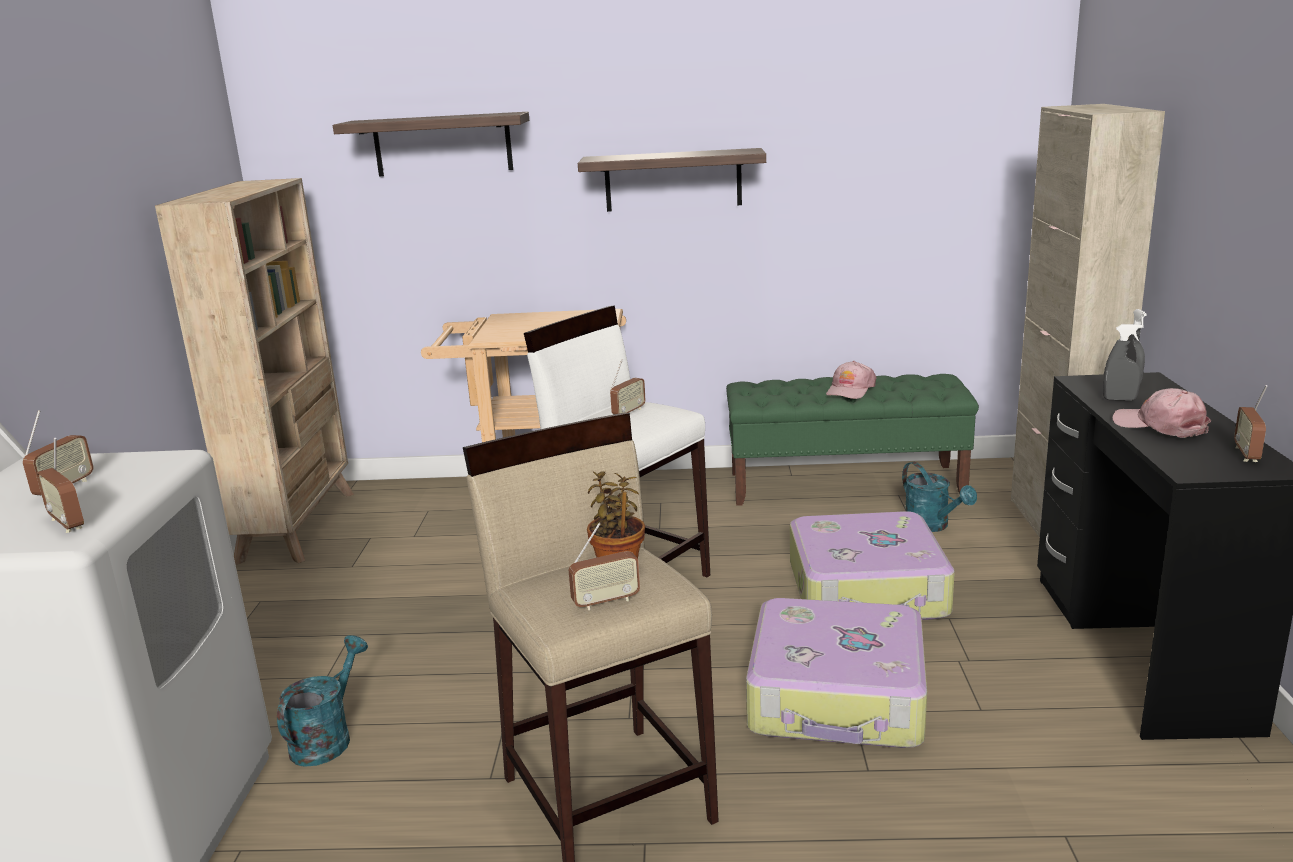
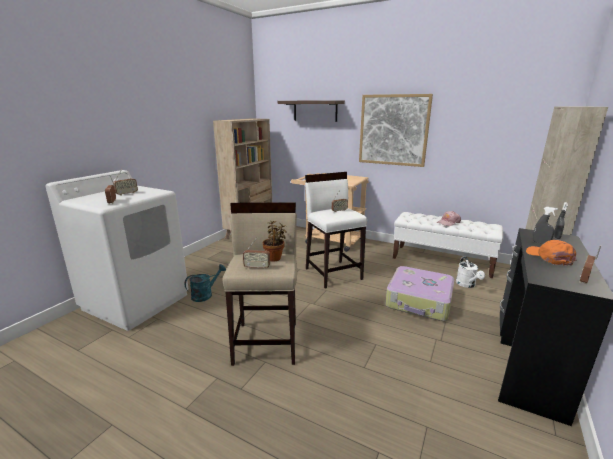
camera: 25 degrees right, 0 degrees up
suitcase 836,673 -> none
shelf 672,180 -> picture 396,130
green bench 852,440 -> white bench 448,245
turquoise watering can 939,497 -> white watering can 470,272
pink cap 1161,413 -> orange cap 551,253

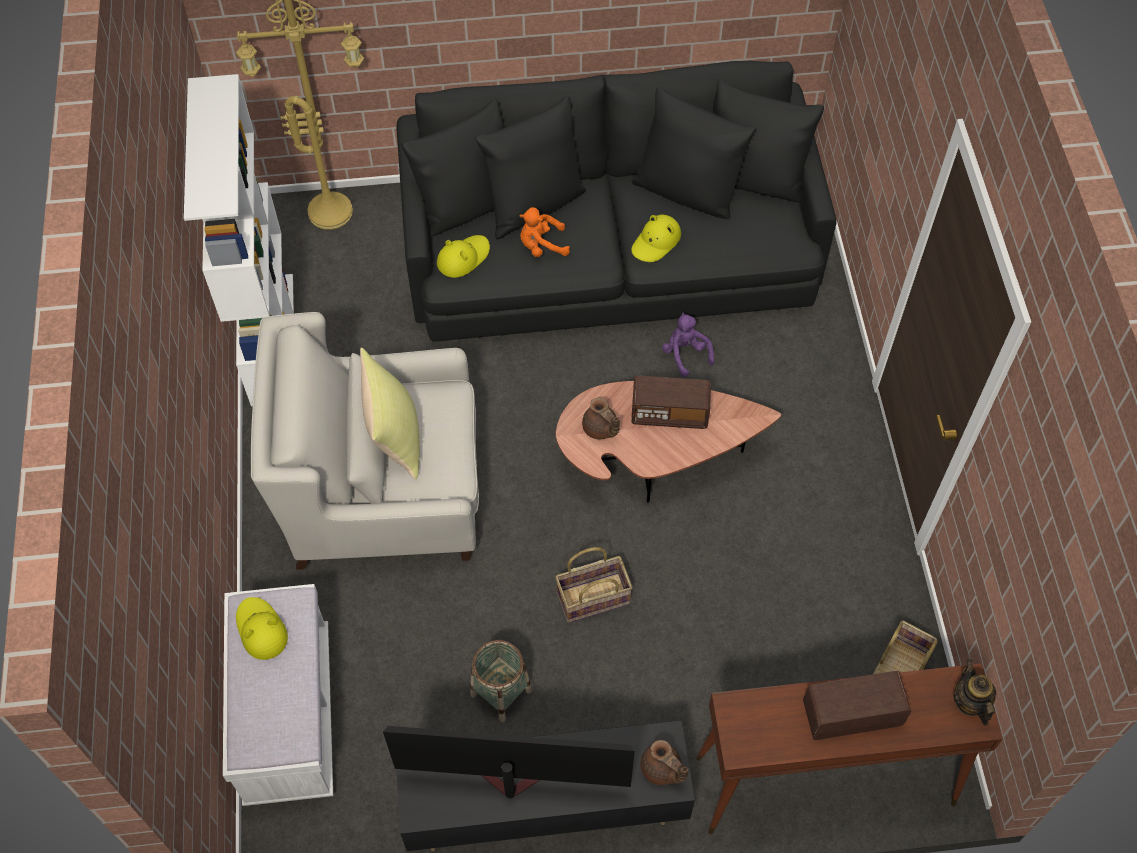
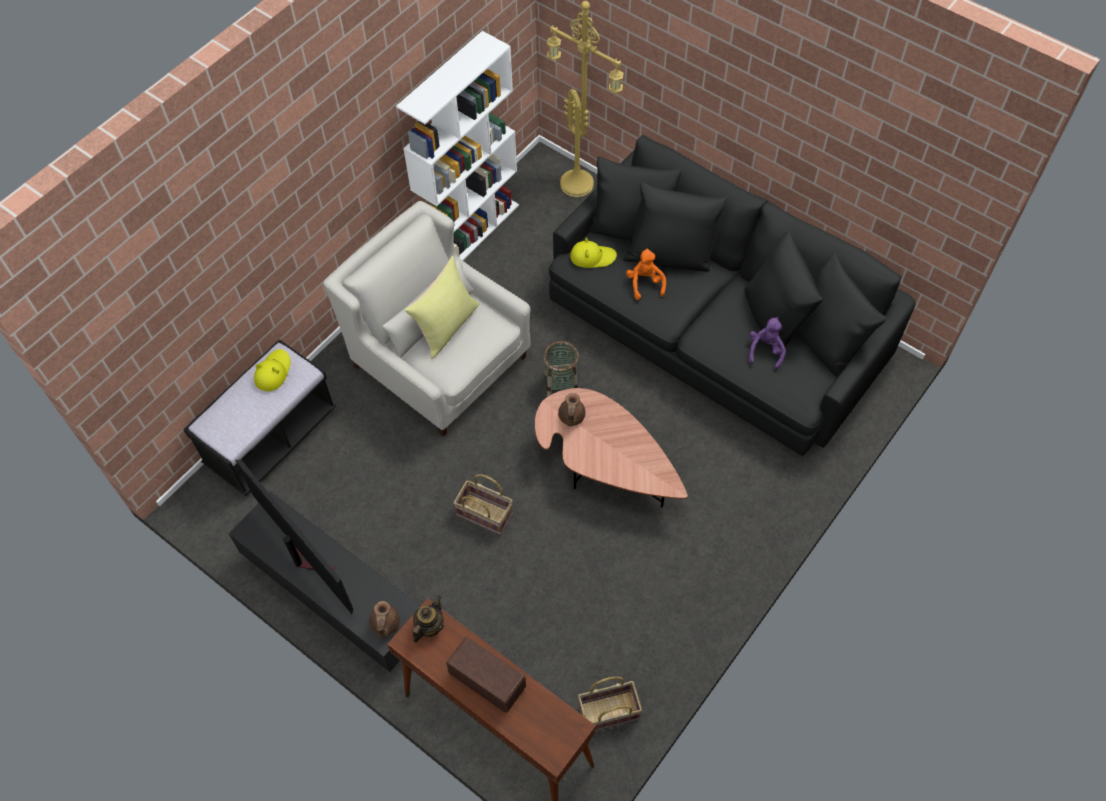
camera: 45 degrees right, 0 degrees up
yellow hat 656,238 -> none
radio 671,402 -> none
basket 501,681 -> basket 561,369, moved
purple plush toy 688,345 -> purple plush toy 767,343, moved
teapot 975,692 -> teapot 428,619, moved
white bench 278,695 -> black bench 259,417
orange plush toy 545,232 -> orange plush toy 646,274, 45 degrees clockwise

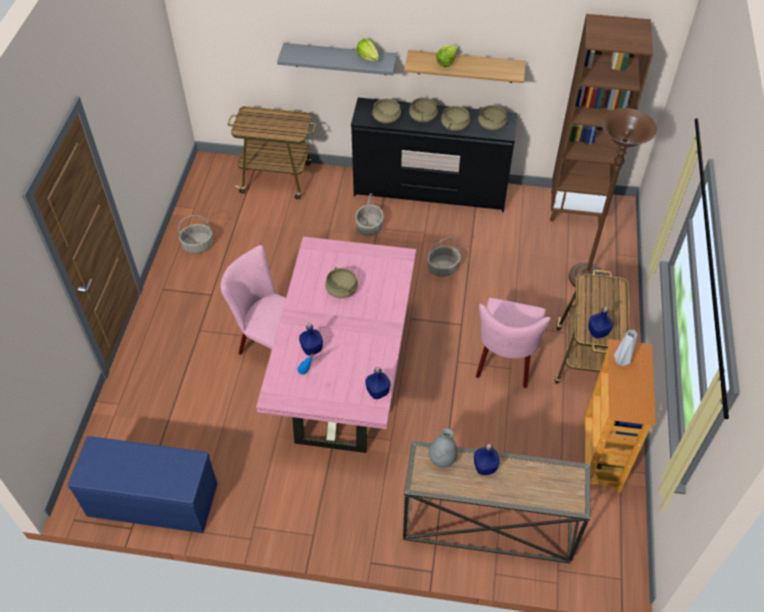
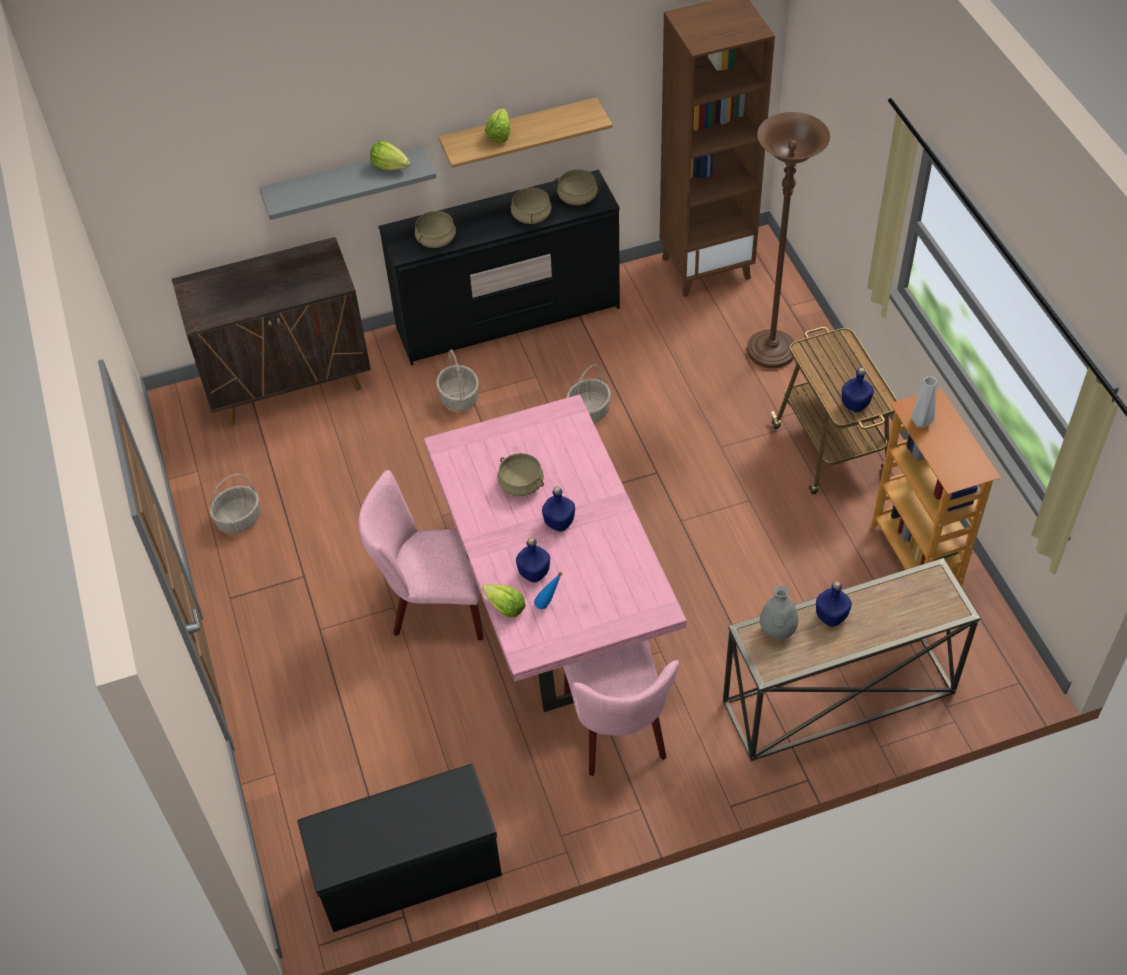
camera: 25 degrees left, 0 degrees up
beige cooking pot 423,110 -> none
none -> lettuce 504,600
blue bottle 377,383 -> blue bottle 558,509, moved
pink chair 513,343 -> pink chair 621,708, moved
cart 272,152 -> brown cabinet 271,331
blue bench 142,484 -> black bench 399,848

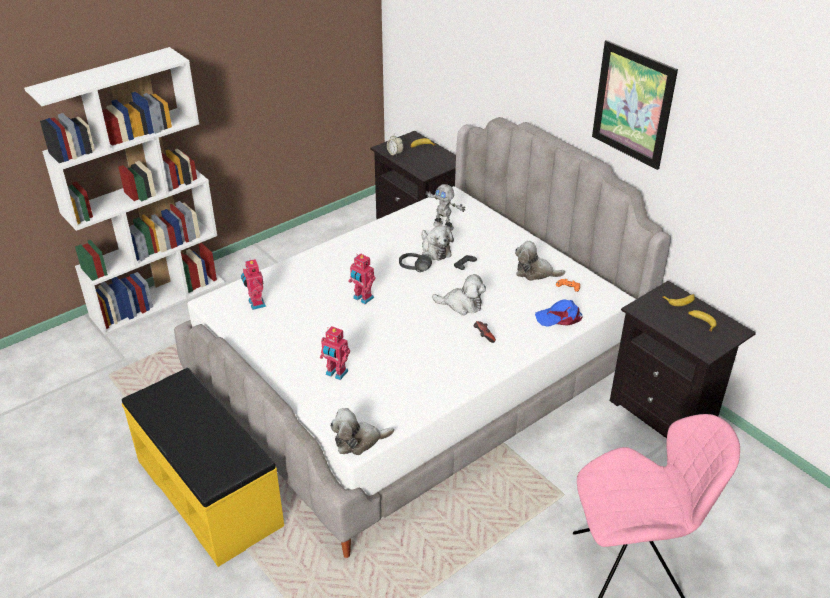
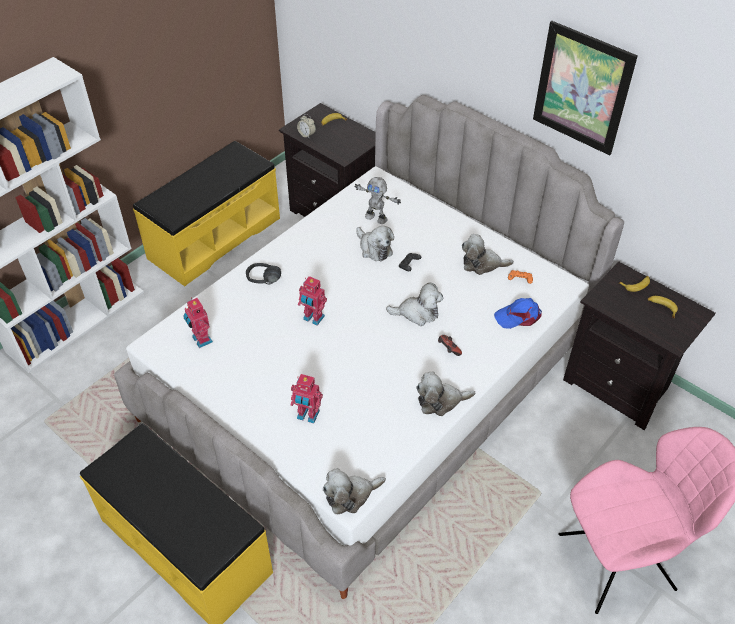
camera: 10 degrees left, 10 degrees up
none -> yellow bench 206,213
none -> plush toy 445,394
black headphones 415,262 -> black headphones 263,273, moved

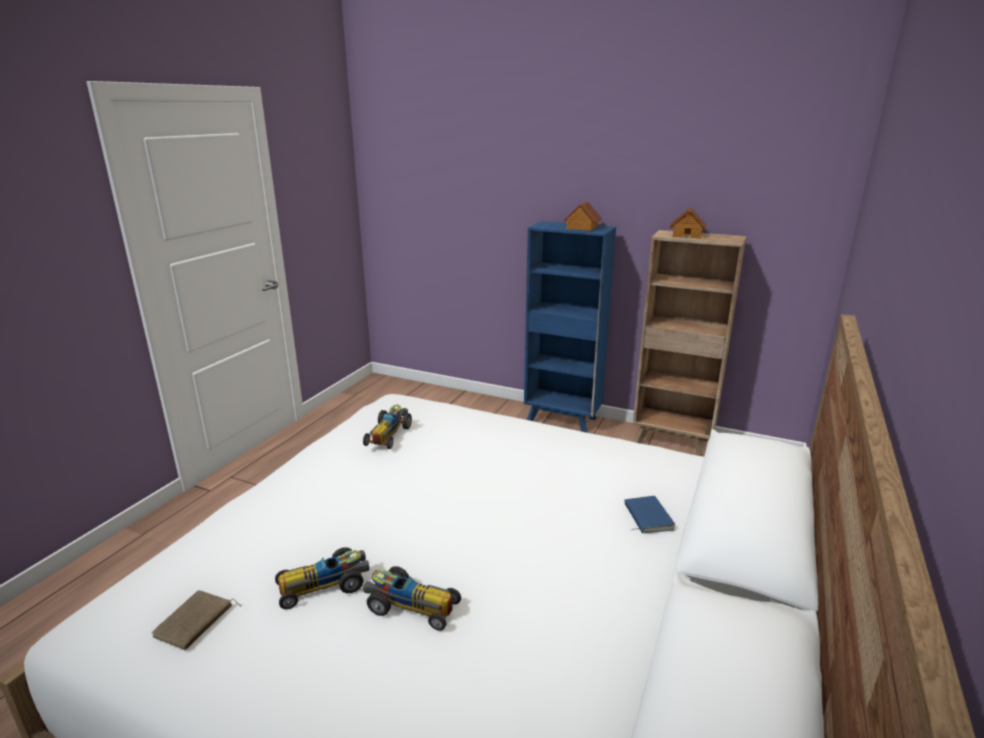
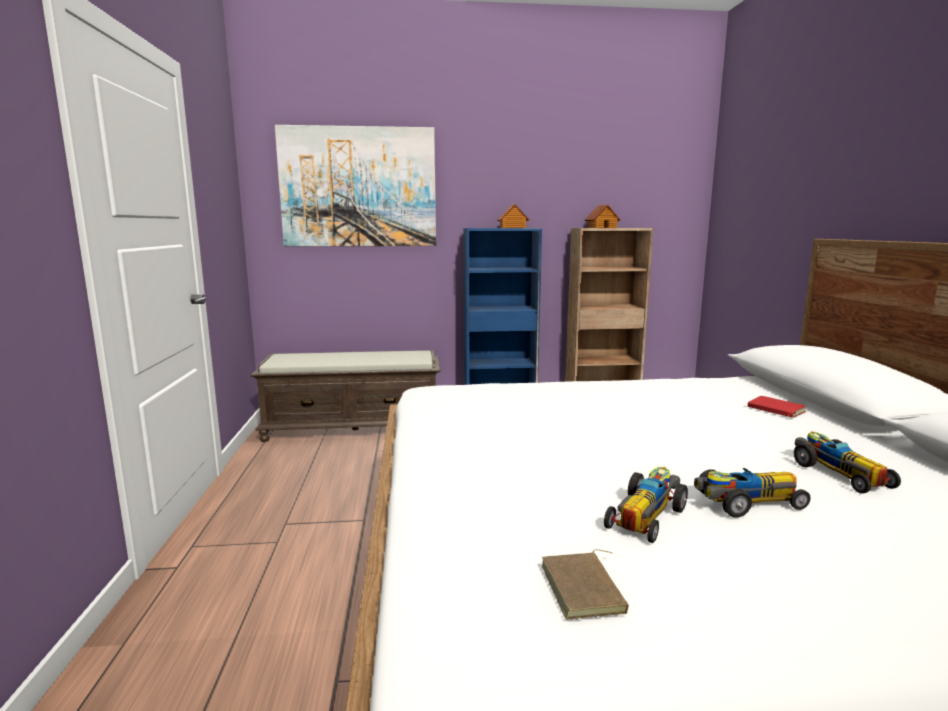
camera: 30 degrees left, 10 degrees down
none -> brown bench 345,396
none -> picture 355,185
toy car 387,426 -> toy car 847,462, moved
blue book 650,514 -> red book 777,407

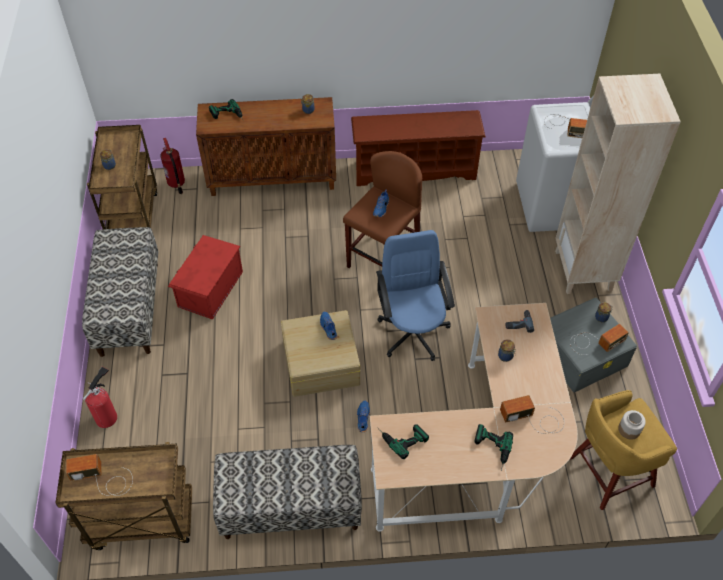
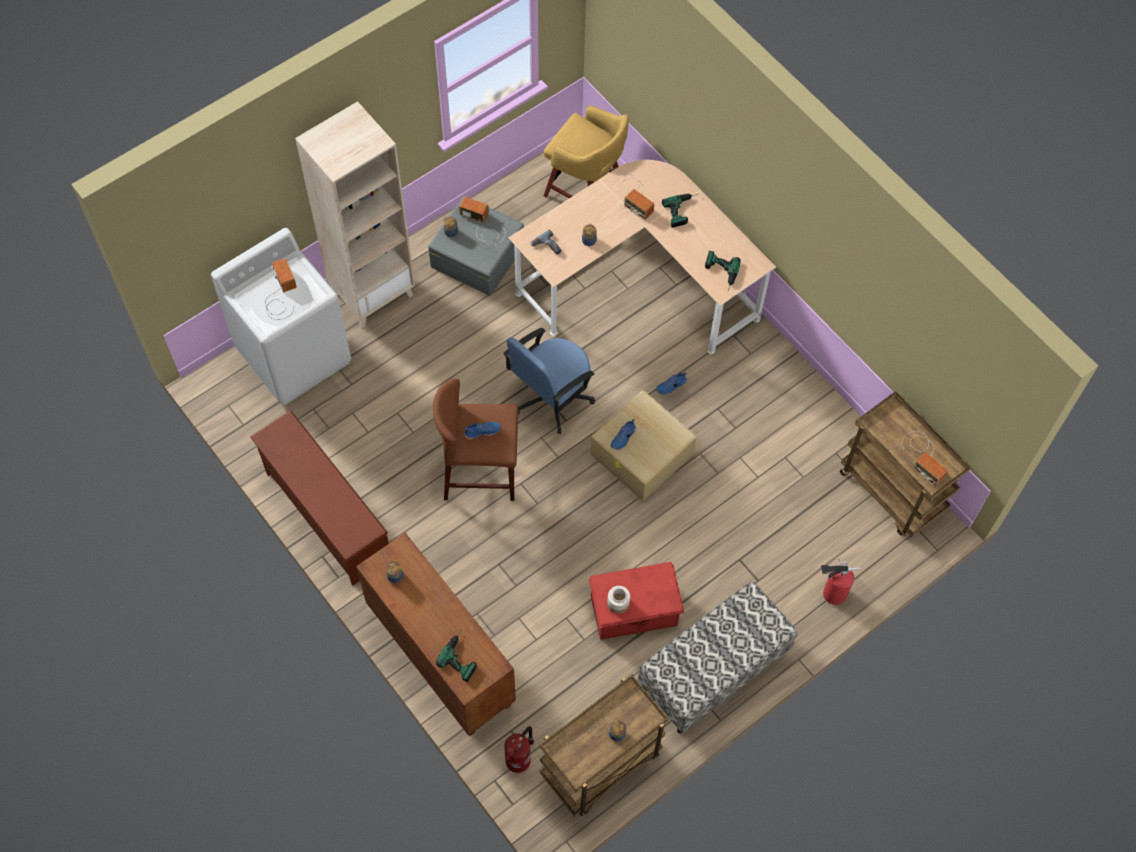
camera: 125 degrees left, 10 degrees up
bench 287,492 -> none
jar 632,425 -> jar 618,600, moved

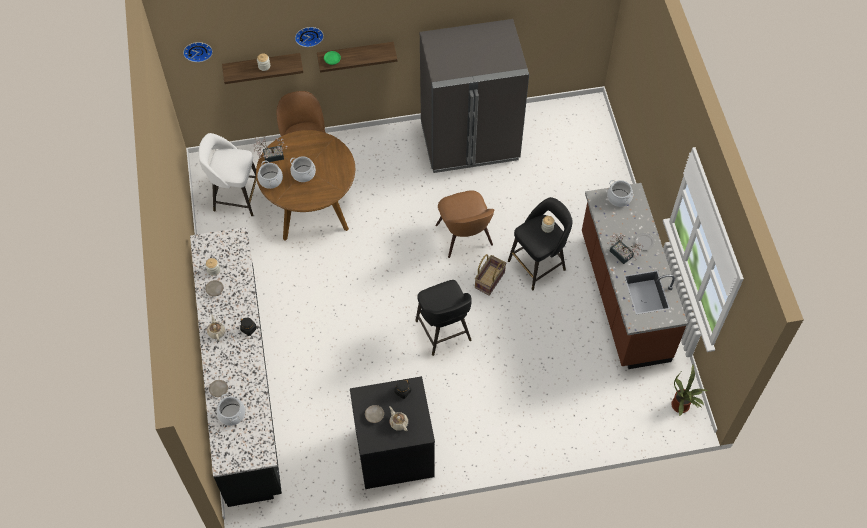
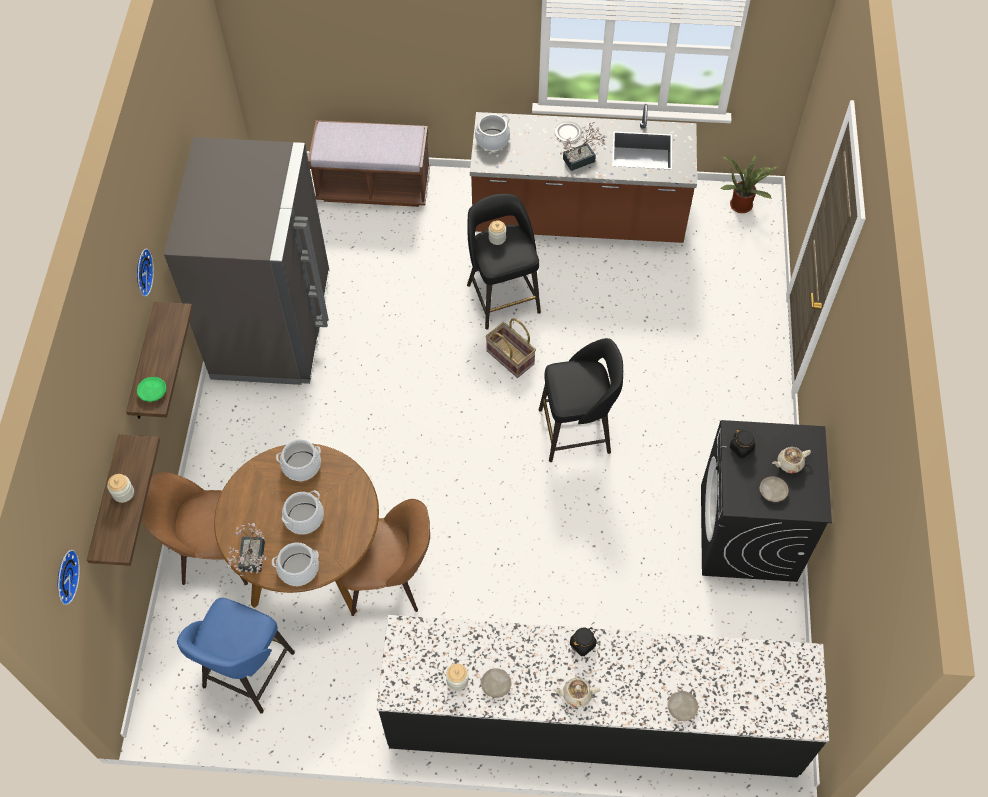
camera: 75 degrees left, 0 degrees up
none -> brown bench 369,163
cooking pot 230,410 -> cooking pot 298,460, moved
wall clock 309,37 -> wall clock 145,273, moved
brown chair 464,224 -> brown chair 384,557, moved
white stool 228,174 -> blue stool 236,655

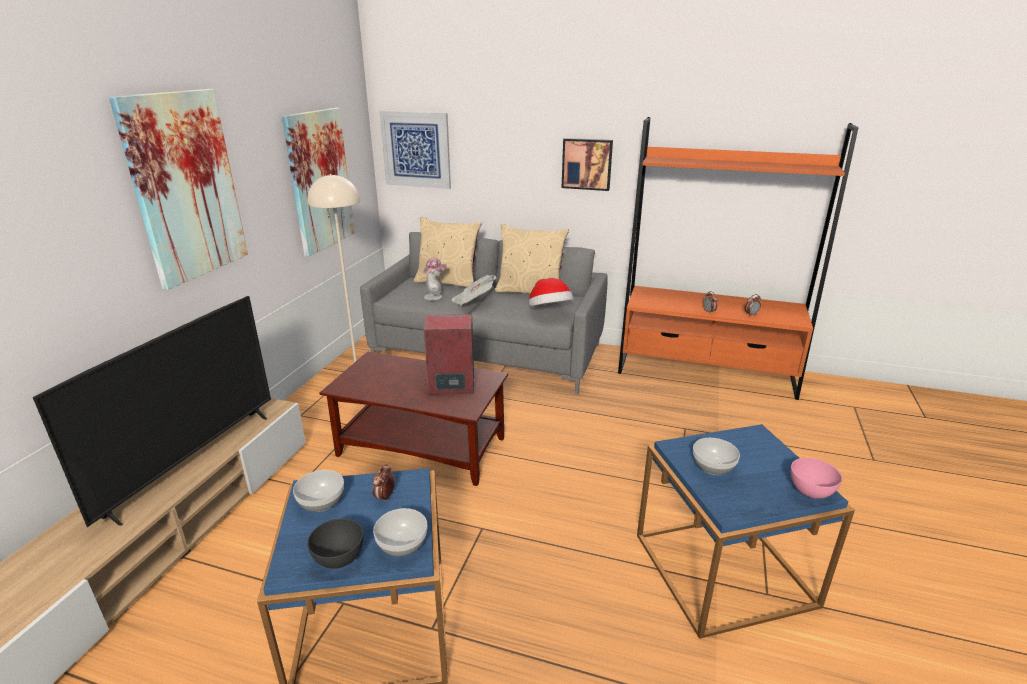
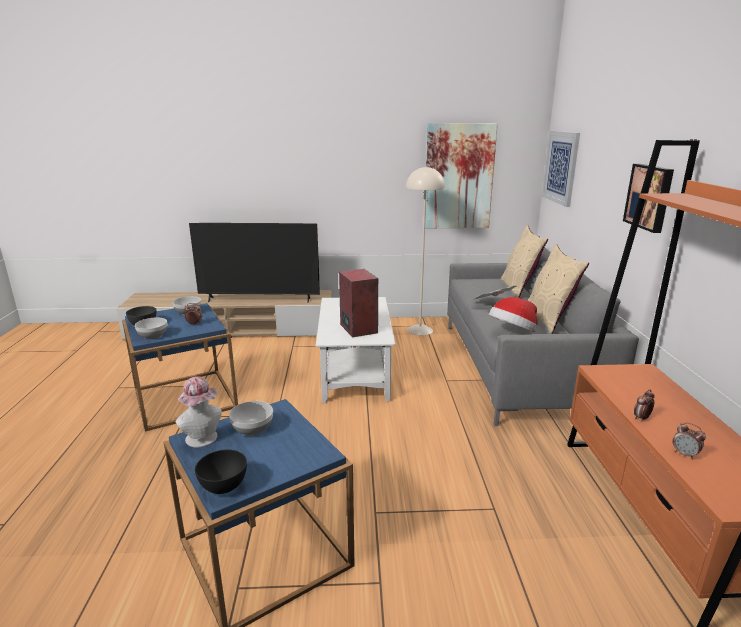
camera: 70 degrees right, 5 degrees down
picture 178,189 -> none
hat 435,279 -> hat 199,411, moved
brown coffee table 414,419 -> white coffee table 356,350
pink bowl 816,478 -> black bowl 221,472

